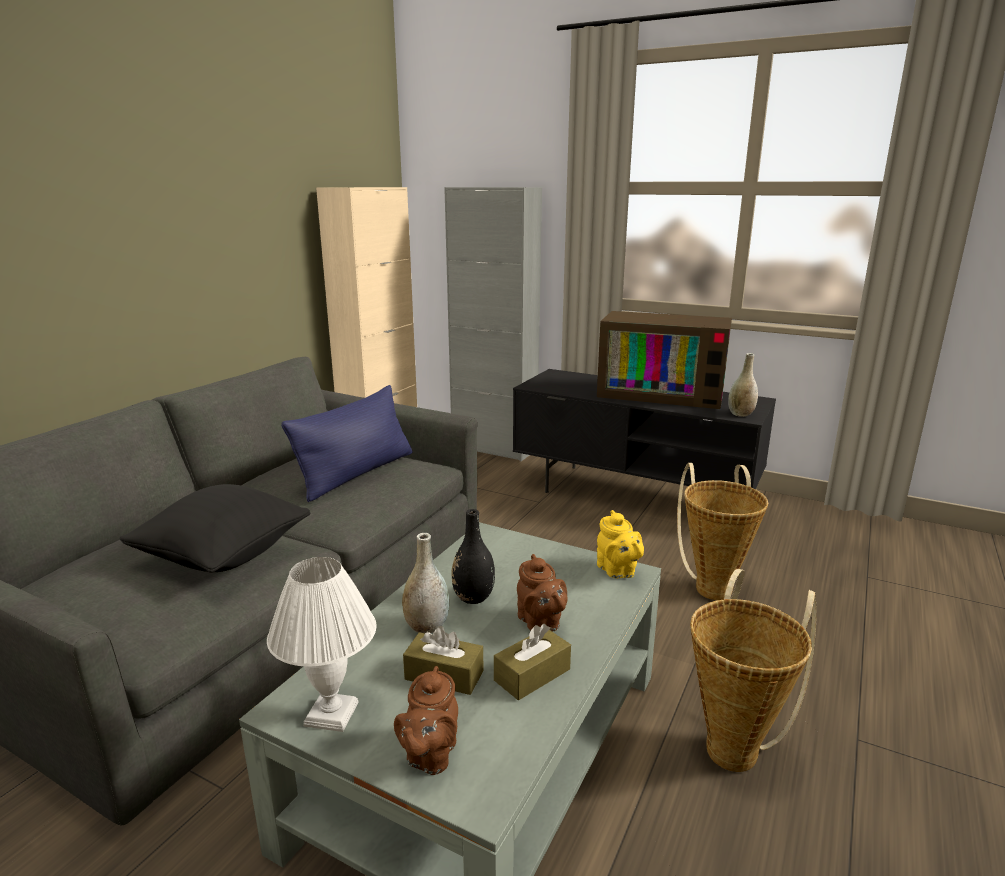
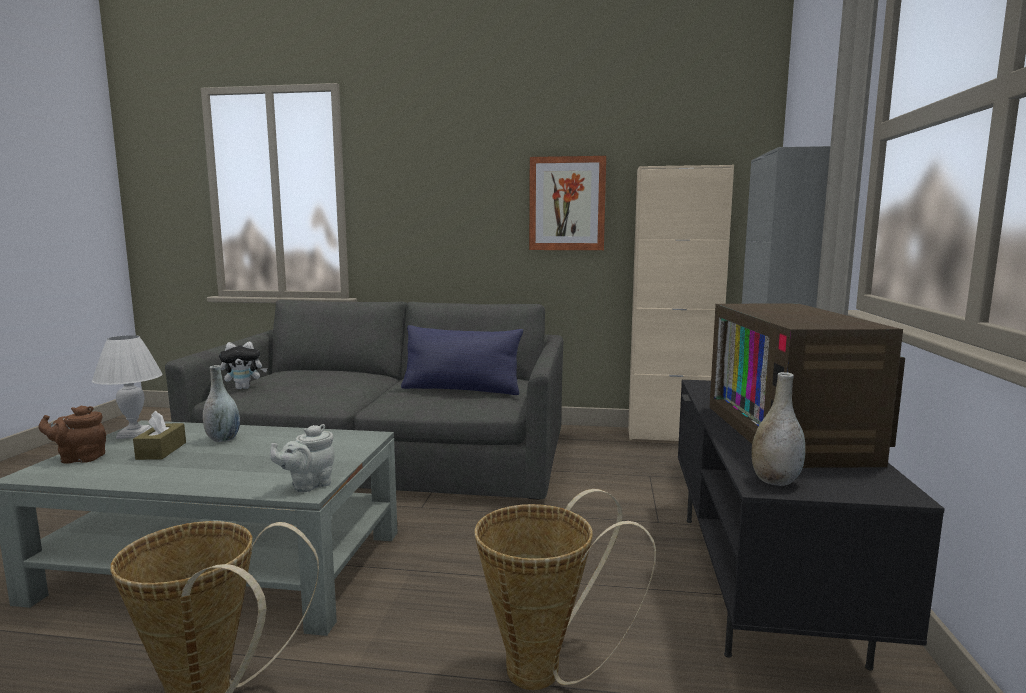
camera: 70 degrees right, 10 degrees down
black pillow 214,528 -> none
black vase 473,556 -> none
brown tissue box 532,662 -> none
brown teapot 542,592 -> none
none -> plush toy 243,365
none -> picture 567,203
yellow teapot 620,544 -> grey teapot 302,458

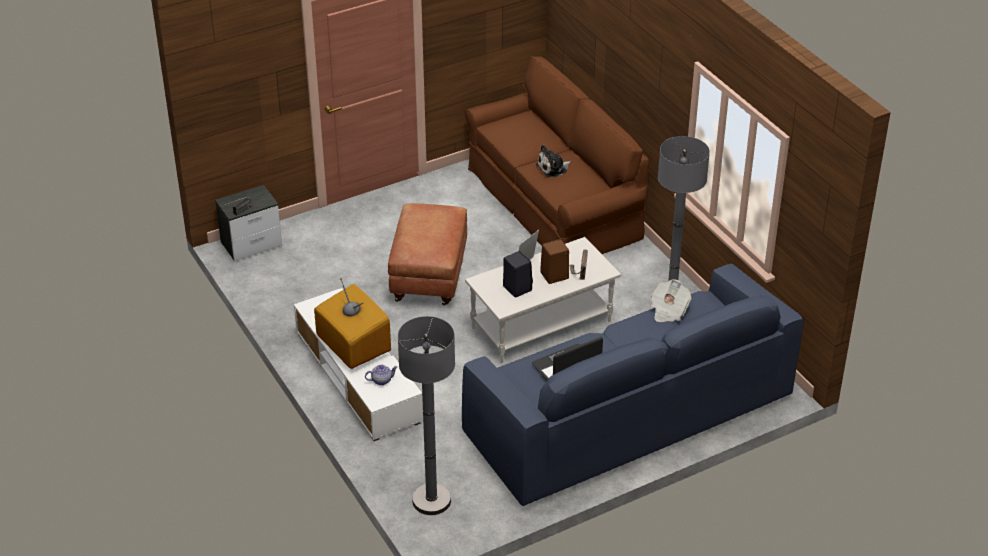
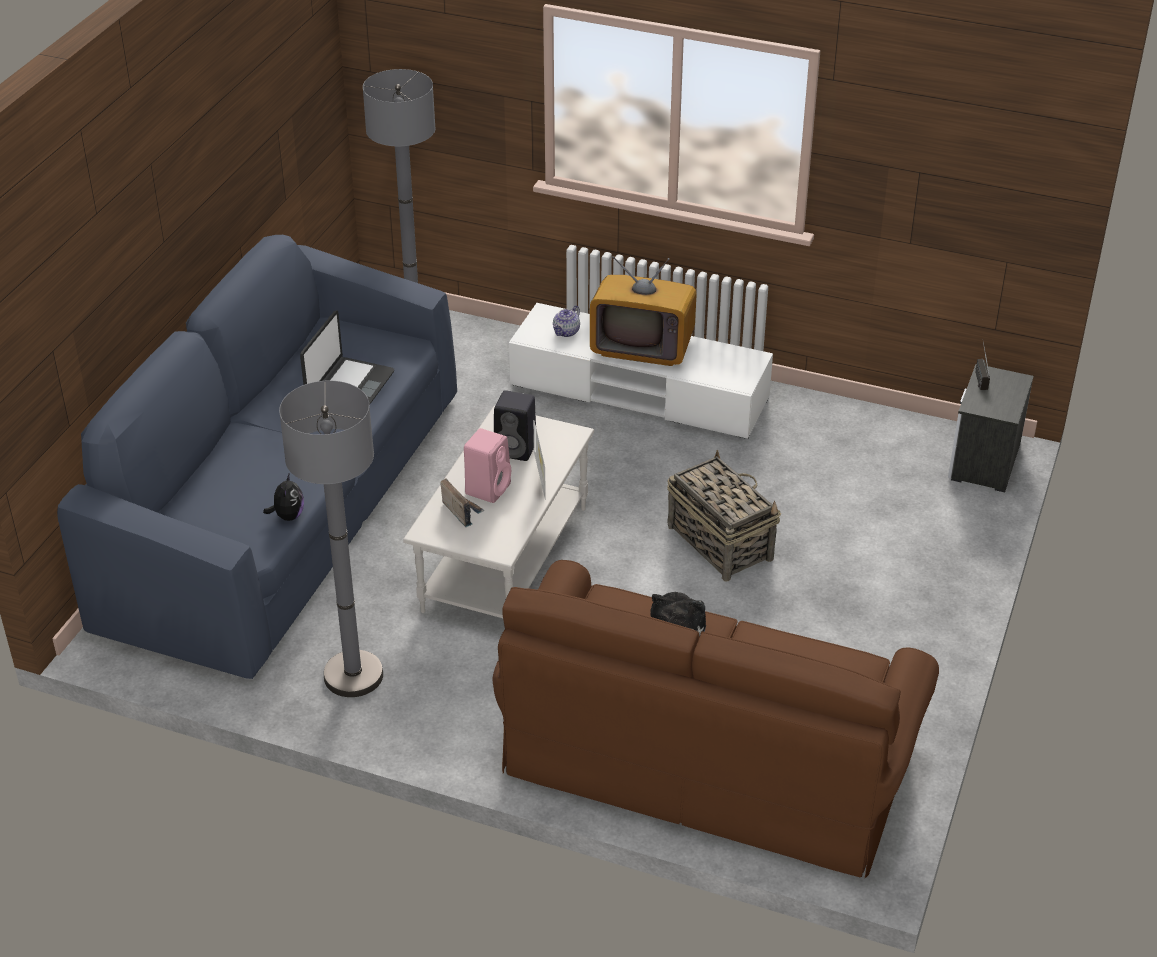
camera: 140 degrees right, 0 degrees up
brown ottoman 427,255 -> basket 724,516
newspaper 671,300 -> plush toy 283,496
brown speaker 554,261 -> pink speaker 487,465

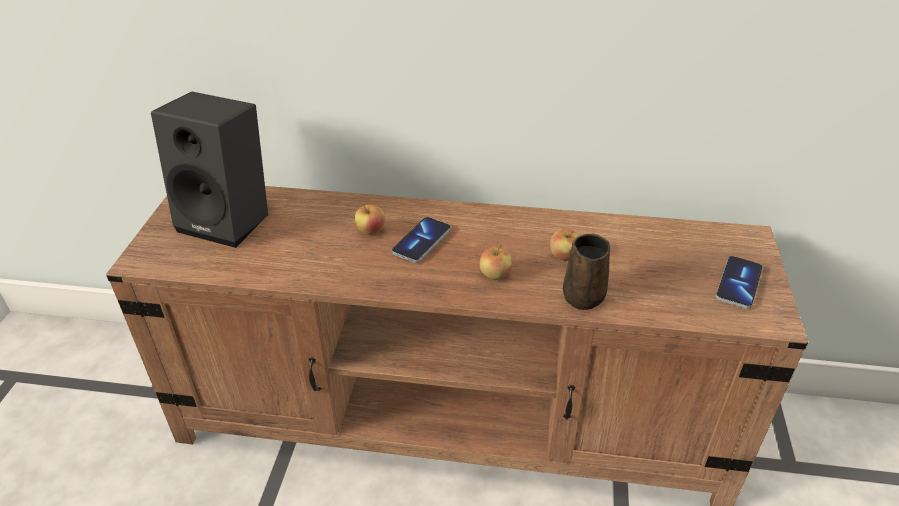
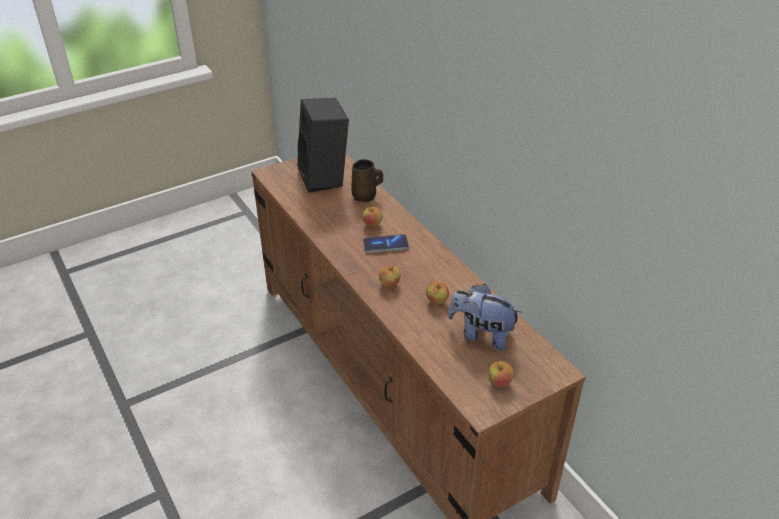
camera: 50 degrees right, 0 degrees up
none -> plush toy 485,317
brown mug 586,272 -> brown mug 367,180, moved
phone 739,282 -> apple 501,374

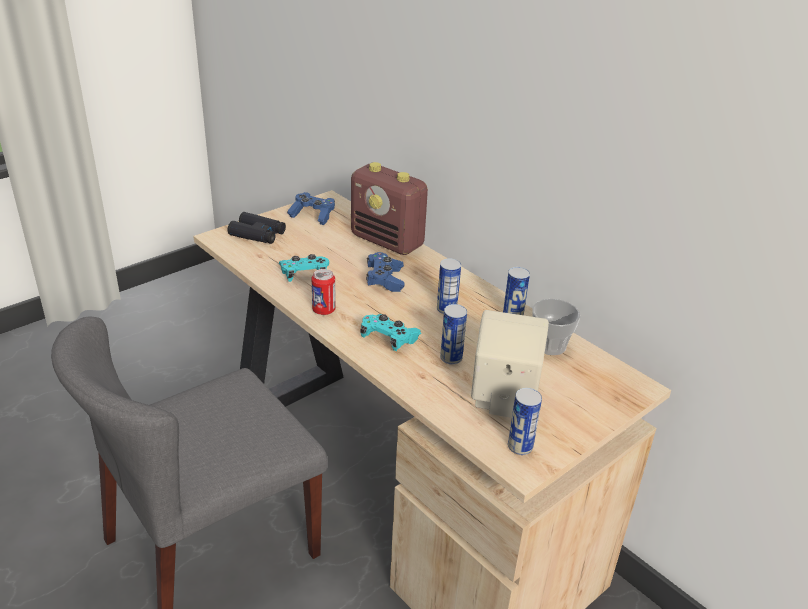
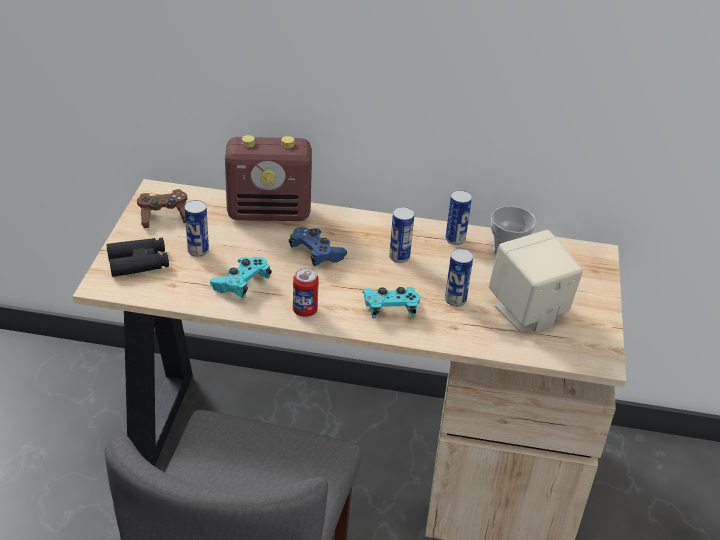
camera: 40 degrees left, 5 degrees up
can 525,421 -> can 196,228, moved
blue game controller 311,208 -> brown game controller 162,208

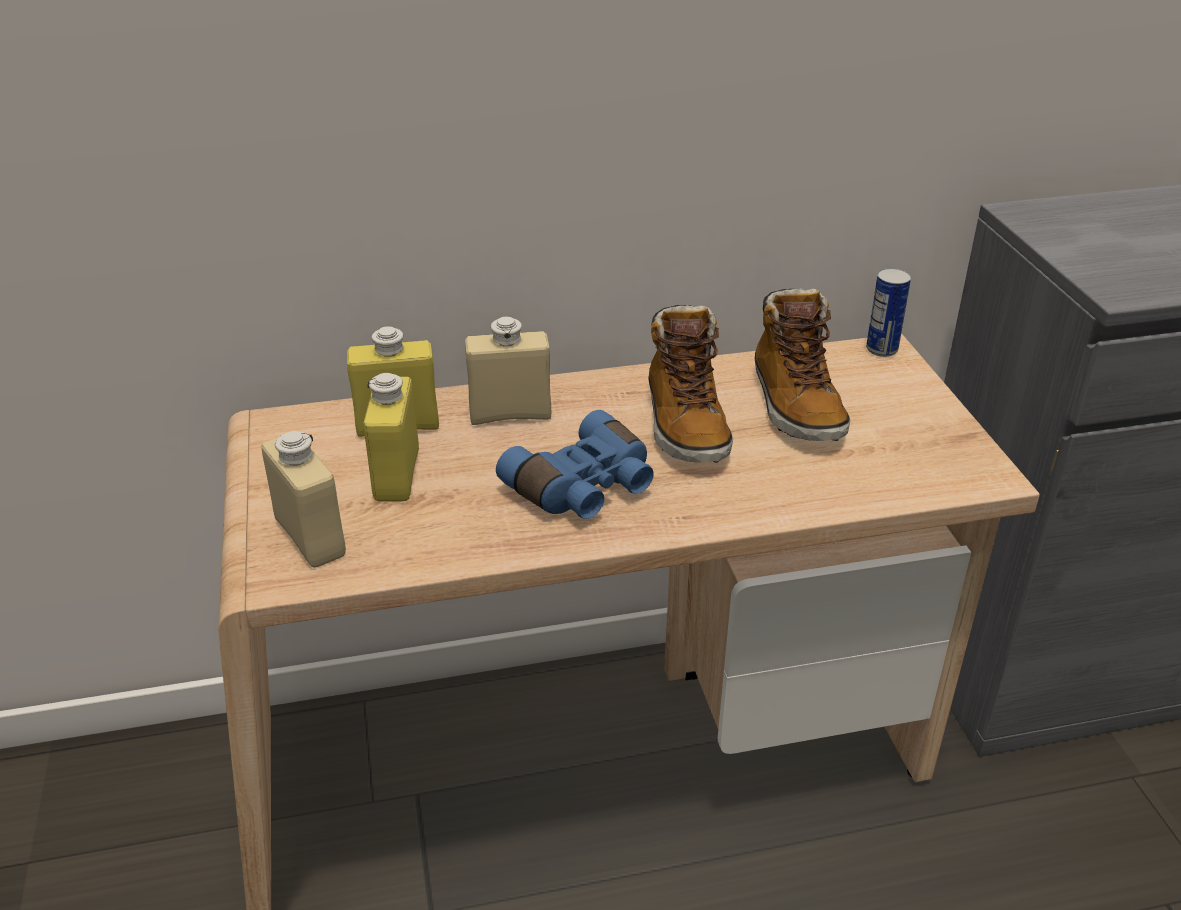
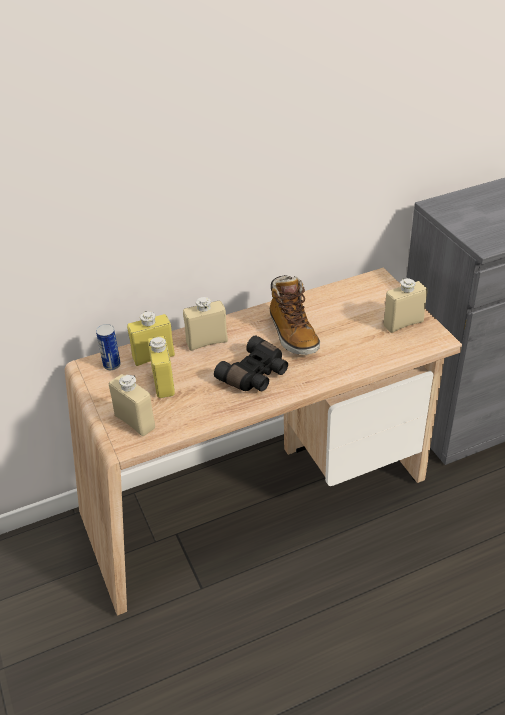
camera: 10 degrees left, 5 degrees up
boot 803,364 -> none
none -> beige bottle 405,305
can 888,312 -> can 108,347, moved
blue binoculars 575,464 -> black binoculars 251,363

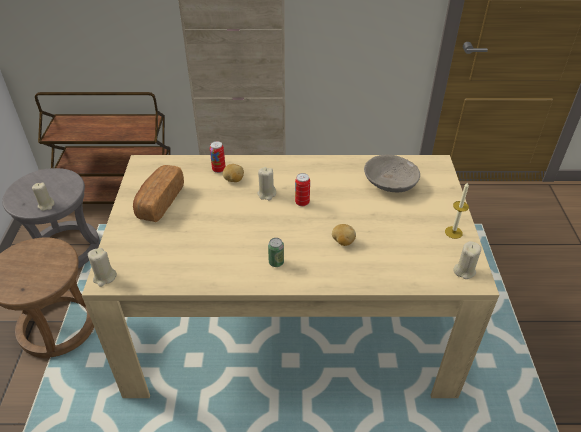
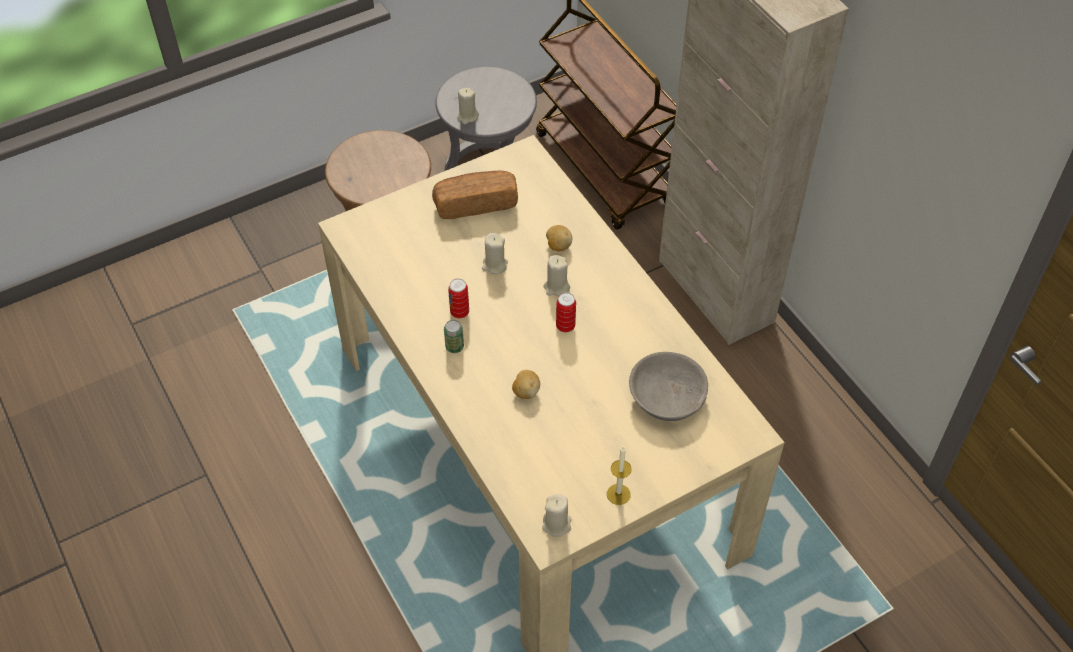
camera: 60 degrees right, 10 degrees up
beige candle 102,267 -> beige candle 495,253, moved
can 218,157 -> can 458,298, moved

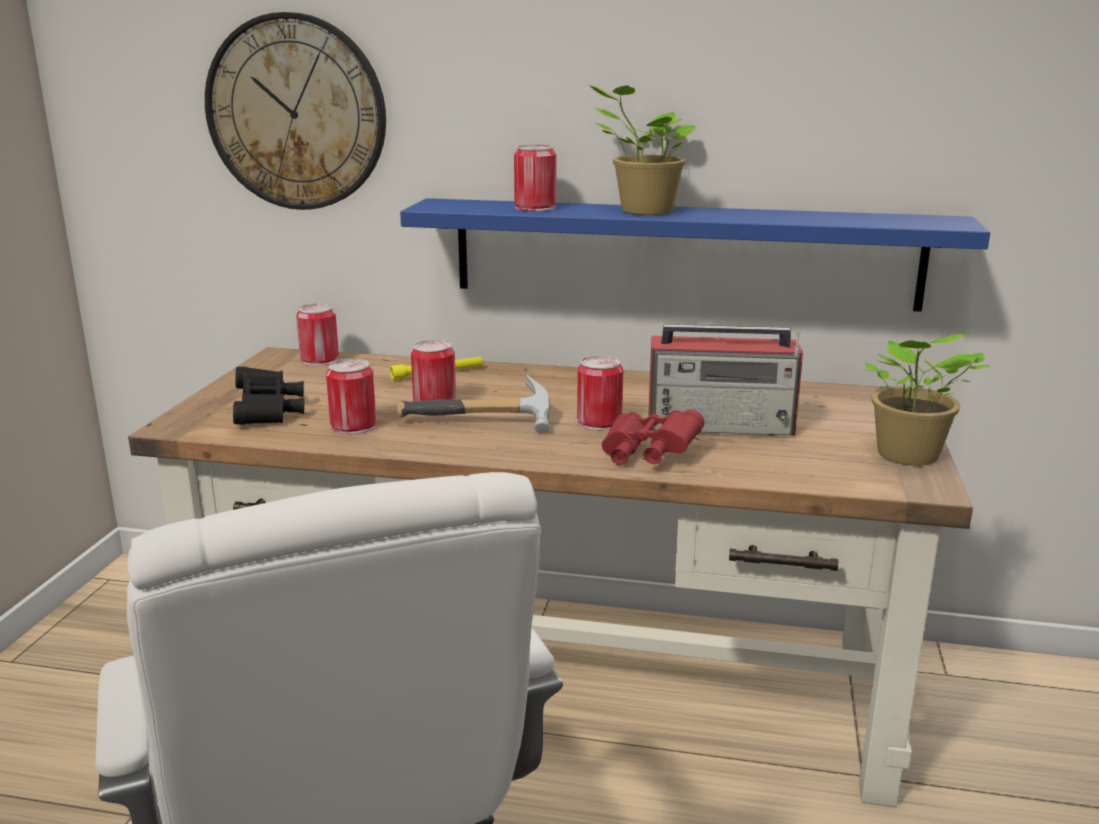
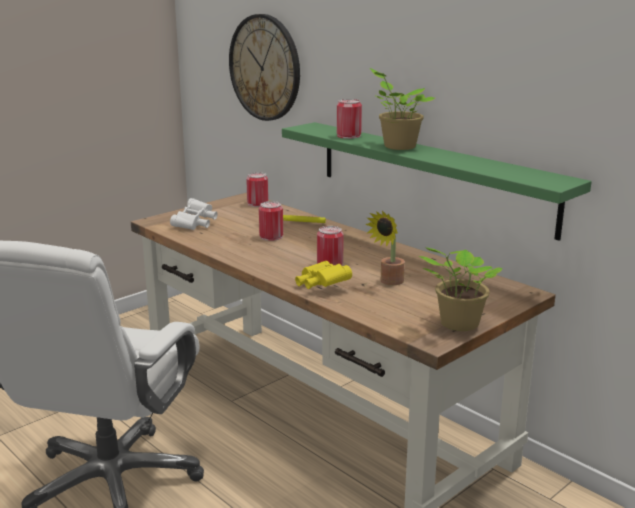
camera: 35 degrees right, 0 degrees up
can 351,396 -> none
hammer 473,403 -> none
radio 725,380 -> potted plant 385,248
black binoculars 268,396 -> white binoculars 194,214
blue shelf 695,255 -> green shelf 437,181
red binoculars 653,437 -> yellow binoculars 323,275

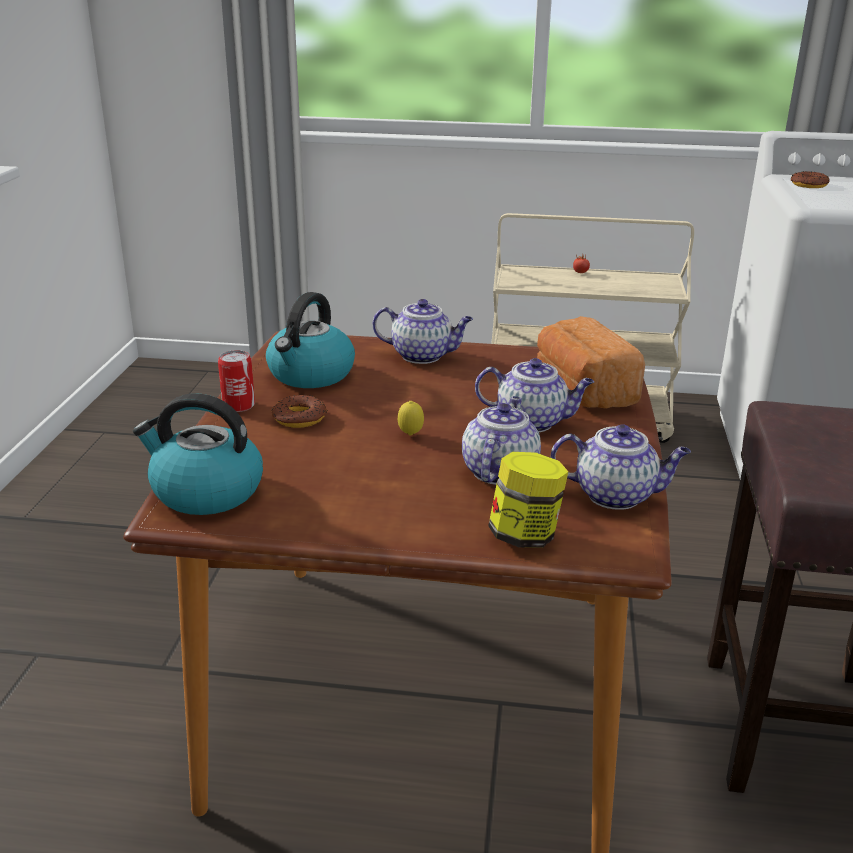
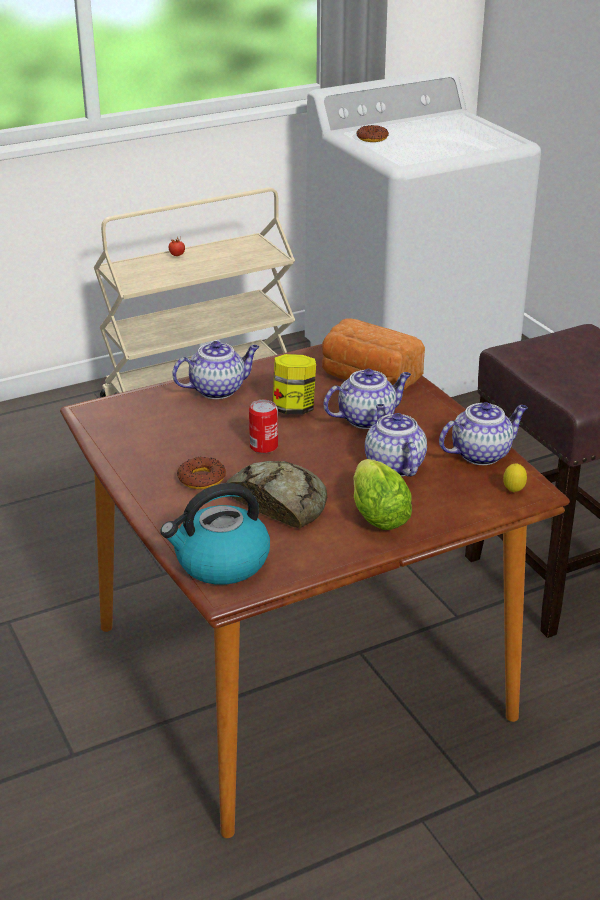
camera: 35 degrees left, 5 degrees up
kettle 310,340 -> none
none -> bread 277,494
none -> lettuce 383,494
can 236,381 -> can 263,426, moved
lemon 411,418 -> lemon 515,477, moved
jar 528,500 -> jar 294,384, moved

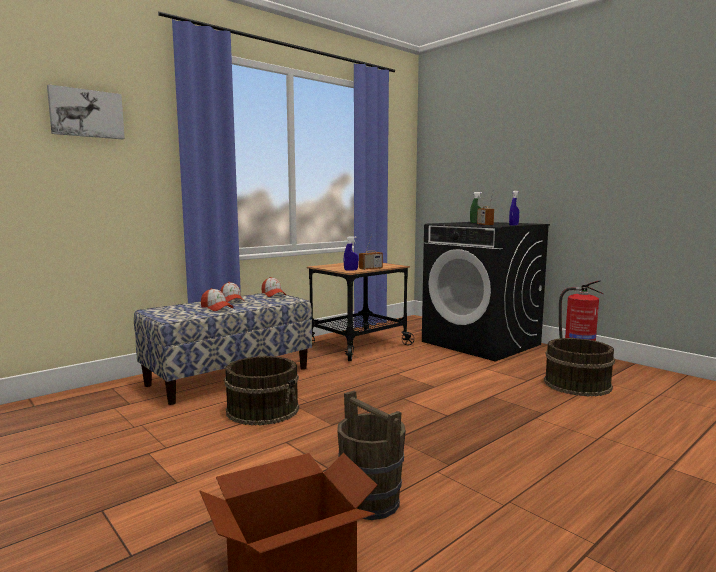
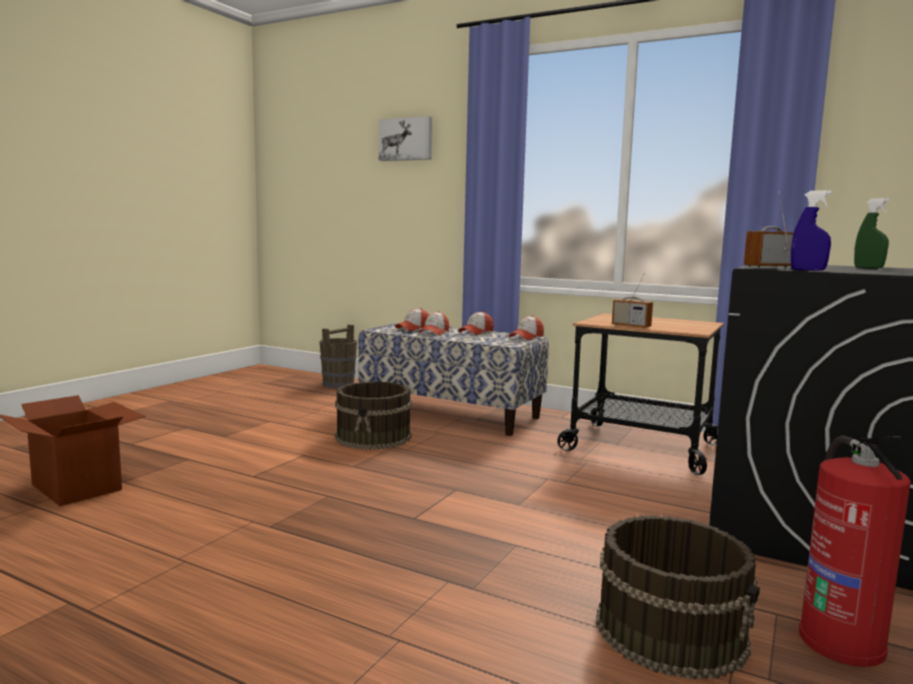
camera: 70 degrees right, 0 degrees up
blue spray bottle 351,253 -> none
none -> cap 412,319
brown bucket 371,455 -> brown bucket 338,356, moved

